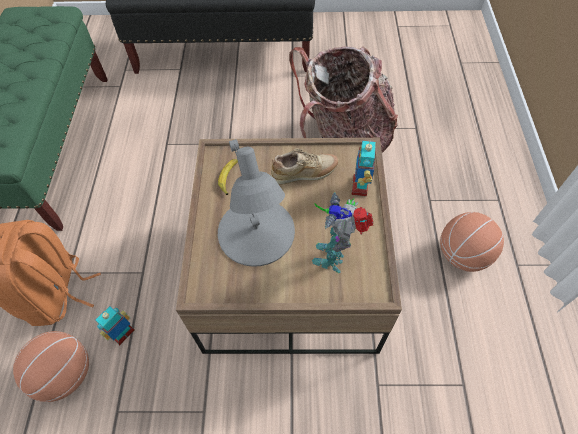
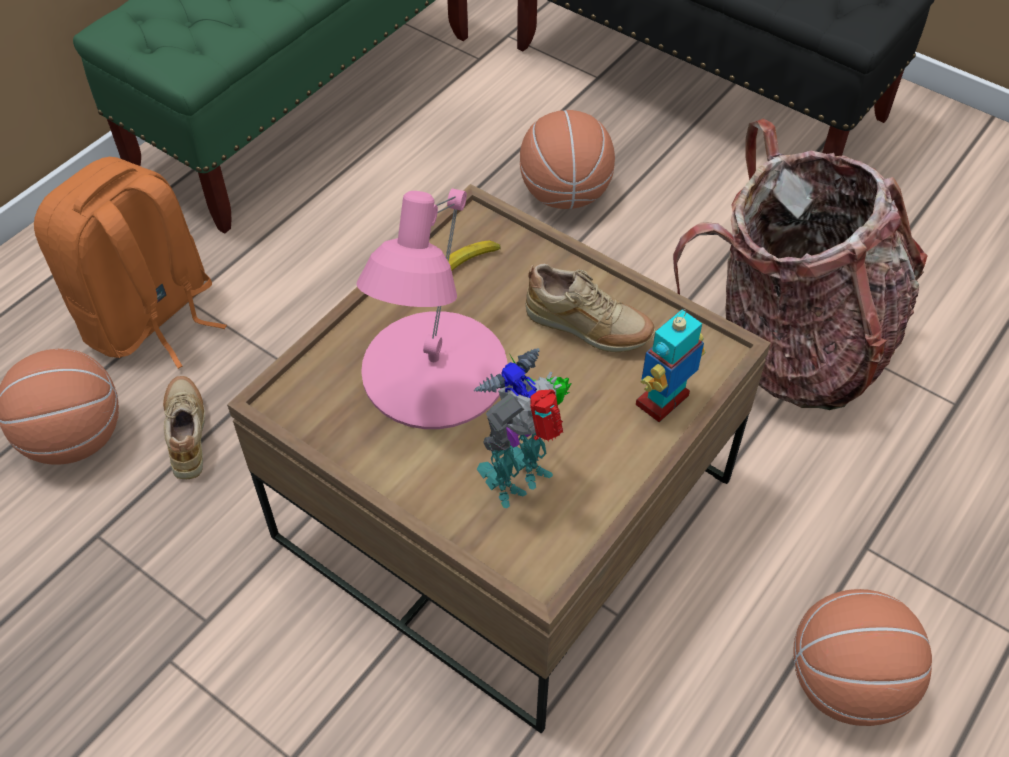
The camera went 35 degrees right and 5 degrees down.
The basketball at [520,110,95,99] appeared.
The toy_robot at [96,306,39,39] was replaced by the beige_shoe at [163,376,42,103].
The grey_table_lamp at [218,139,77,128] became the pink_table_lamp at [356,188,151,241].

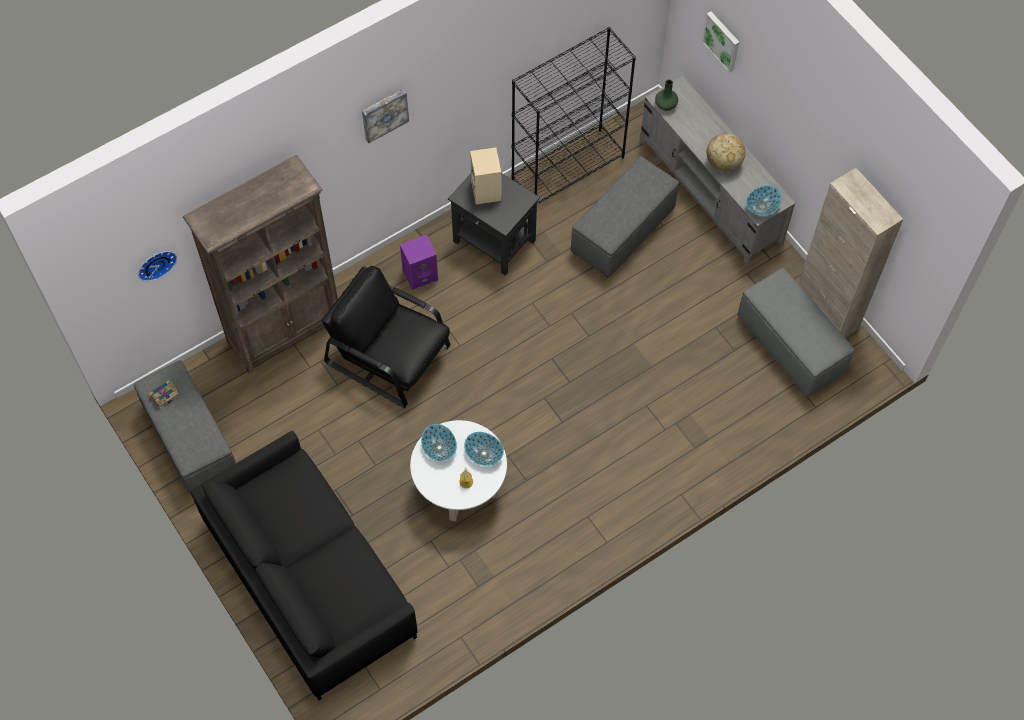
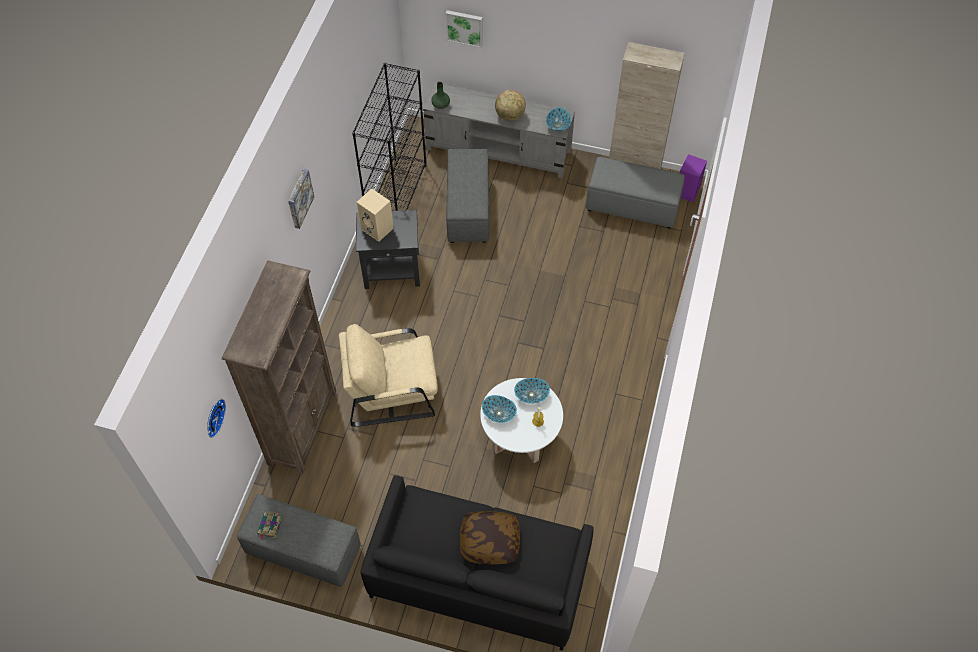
The camera went 40 degrees left and 5 degrees down.
The pillow at [460,511,60,53] appeared.
The purple_speaker moved from [400,234,38,56] to [680,154,27,48].
The black_armchair at [322,266,128,142] became the beige_armchair at [339,324,99,103].

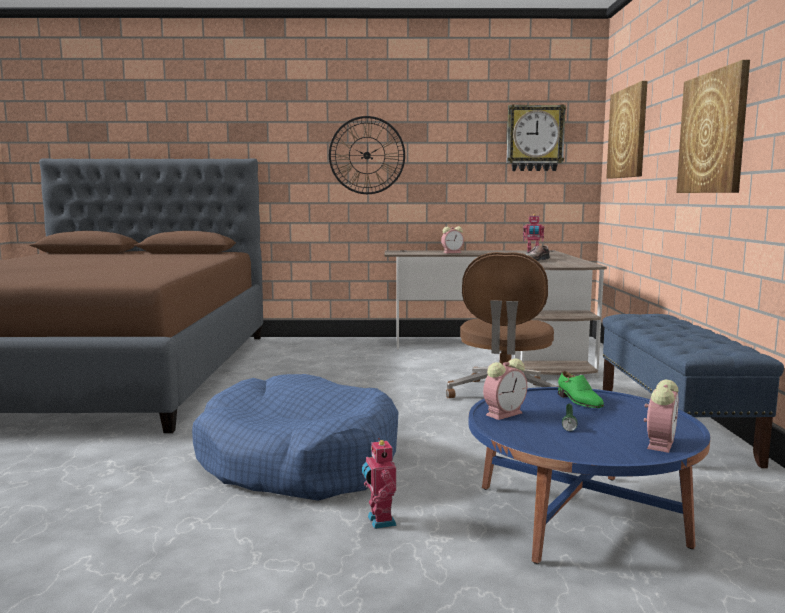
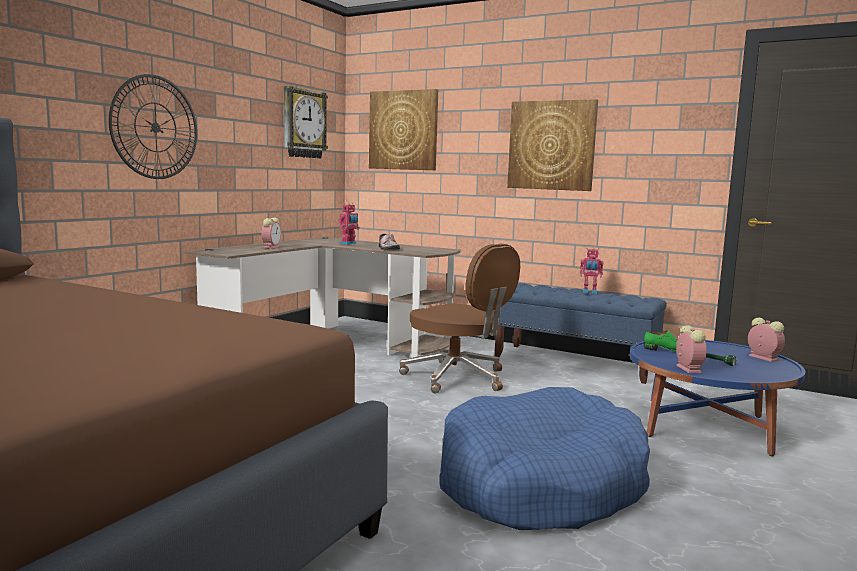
The camera went 60 degrees left and 0 degrees up.
The toy_robot moved from [362,438,35,91] to [580,247,24,46].

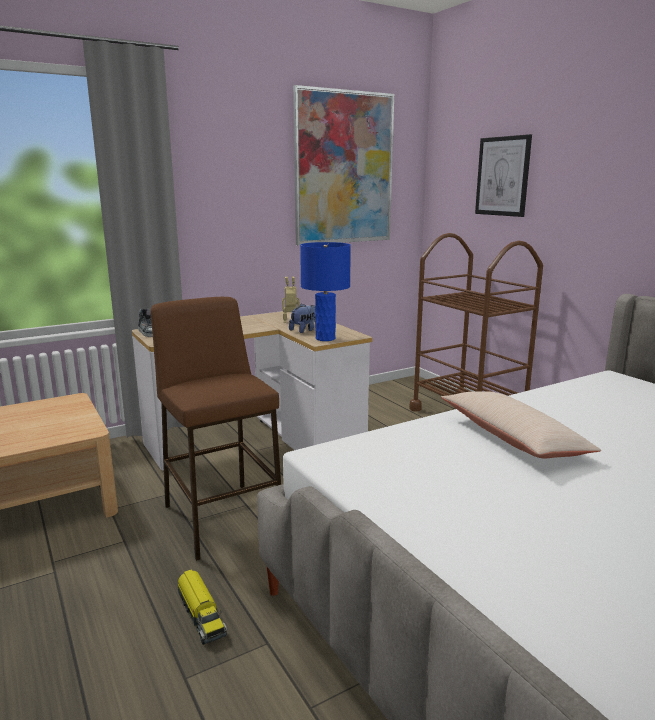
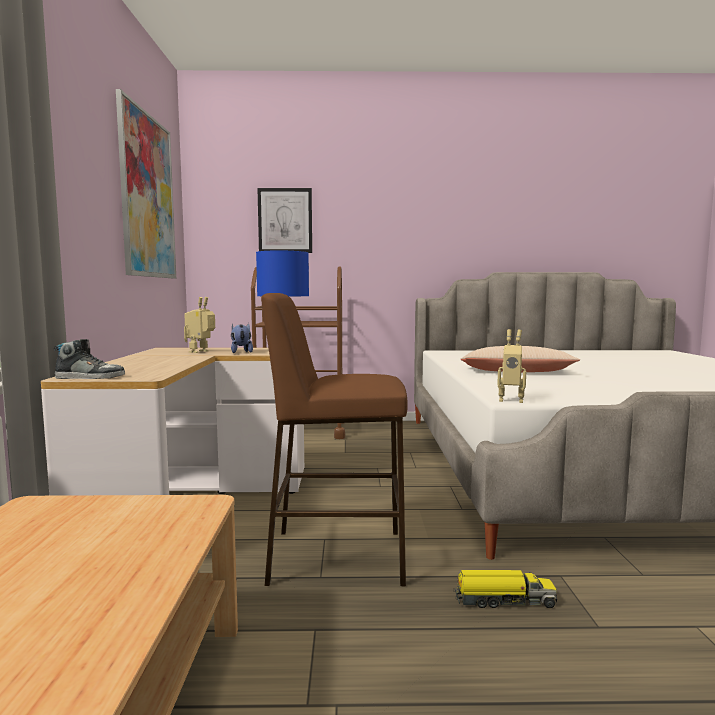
The camera went 60 degrees left and 10 degrees down.
The toy_robot at [497,329,29,74] appeared.

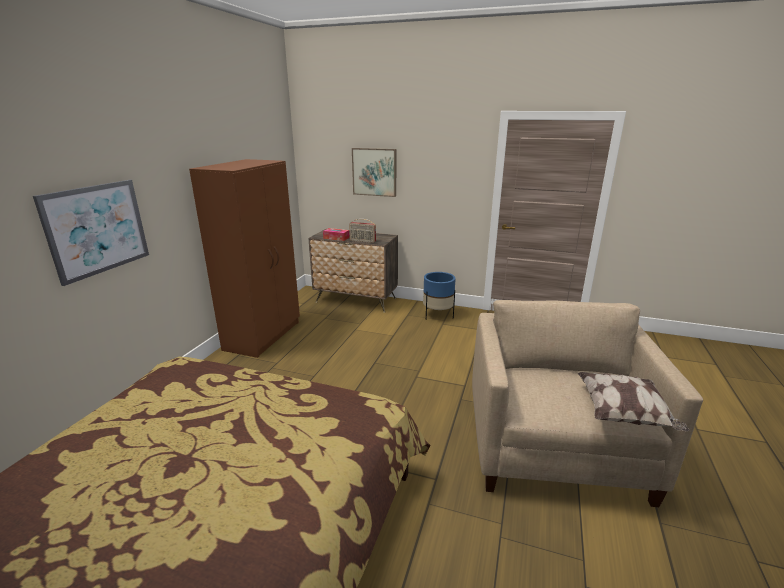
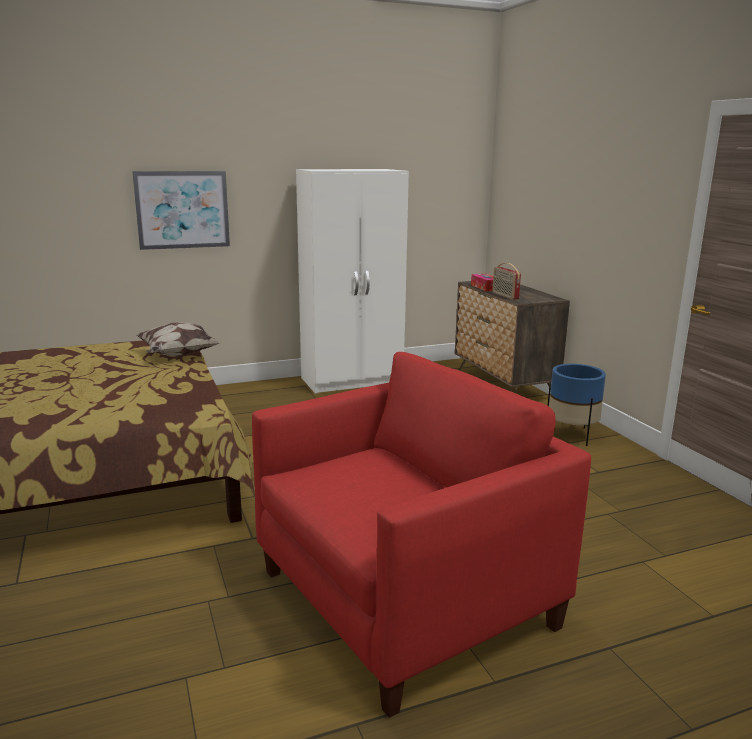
The camera went 50 degrees right and 5 degrees down.
The picture at [352,148,44,49] disappeared.
The pillow moved from [578,372,111,59] to [136,321,84,36].
The brown_wardrobe at [189,159,111,199] became the white_wardrobe at [296,169,113,224].
The beige_armchair at [472,300,231,207] became the red_armchair at [252,352,339,366].

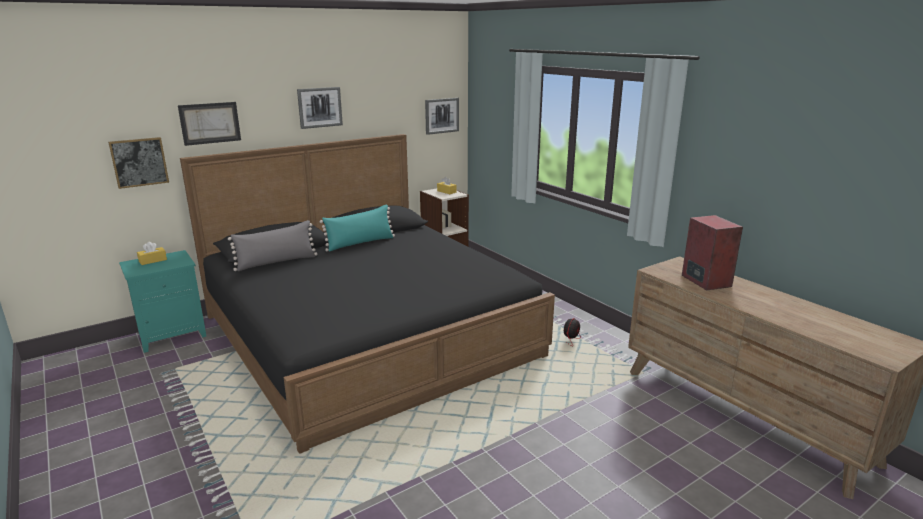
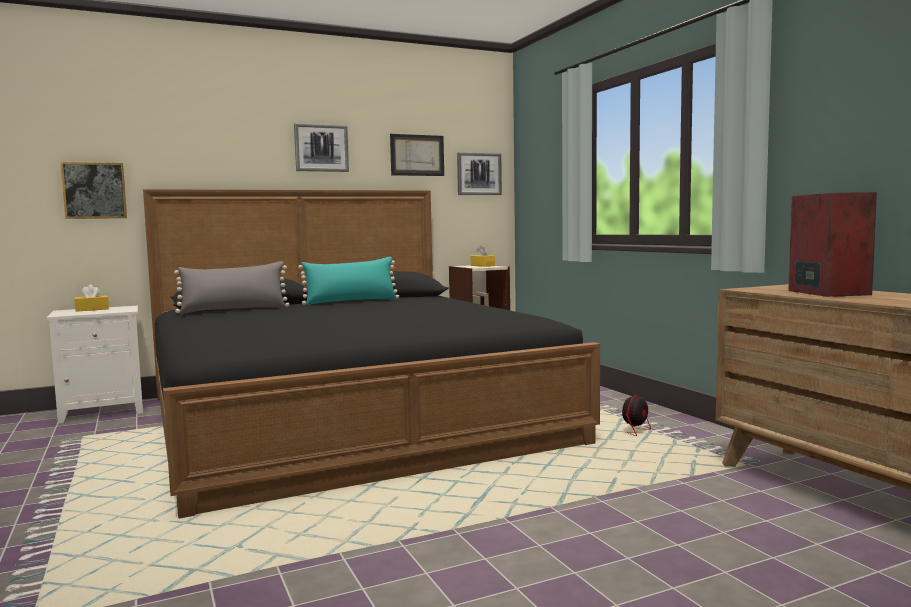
The camera went 10 degrees right and 15 degrees down.
The picture moved from [178,102,63,44] to [390,134,54,42].
The turquoise_nightstand at [119,250,88,103] became the white_nightstand at [46,306,97,117].

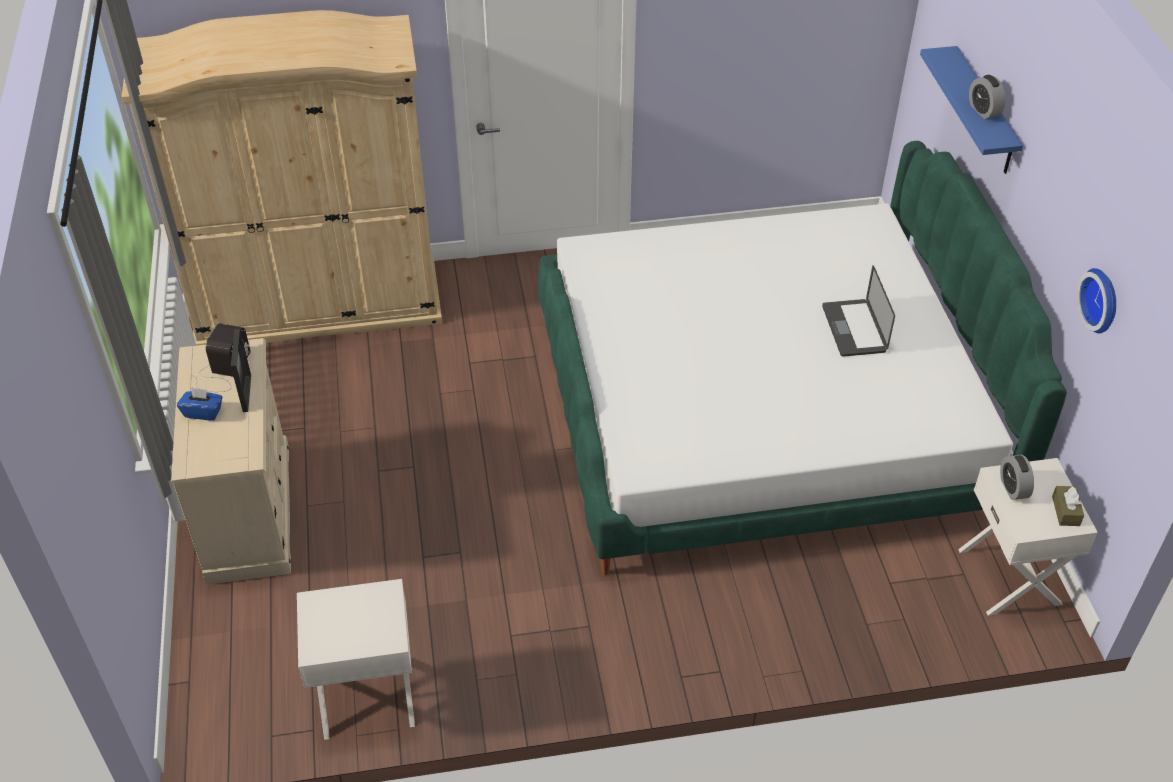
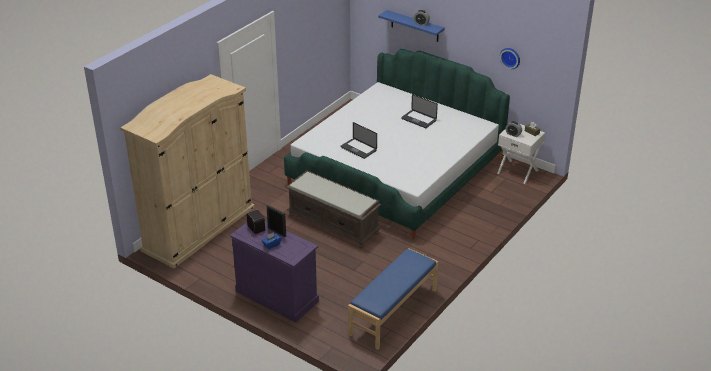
The camera went 45 degrees left and 10 degrees down.
The brown_bench at [286,171,95,77] appeared.
The laptop at [341,122,36,37] appeared.
The white_nightstand at [297,579,118,161] was replaced by the blue_bench at [348,248,90,102].
The beige_dresser at [171,338,120,247] became the purple_dresser at [230,221,89,101].

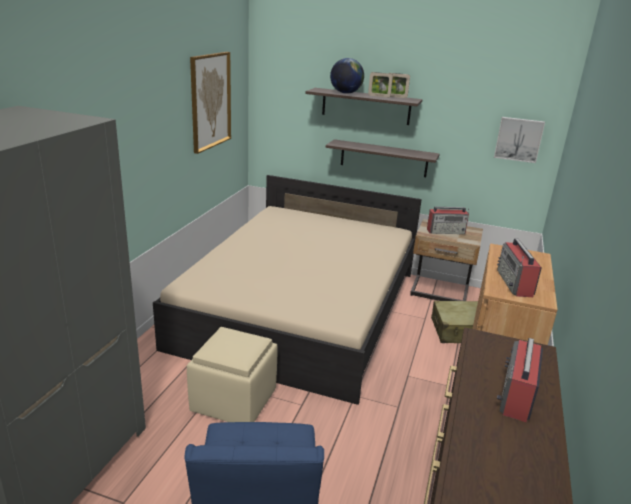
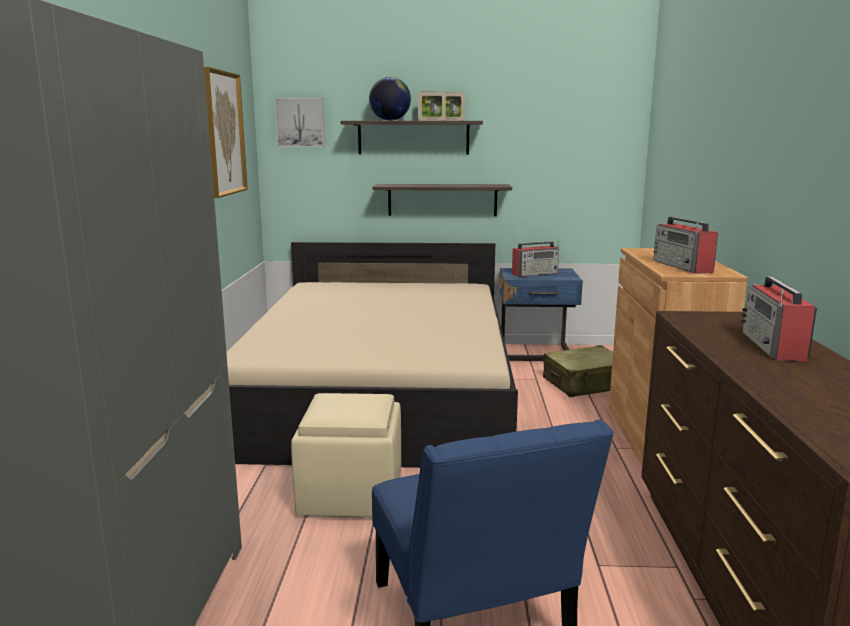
The camera went 15 degrees left and 10 degrees down.
The picture moved from [494,117,51,46] to [275,98,50,49].
The beige_nightstand at [410,219,73,82] became the blue_nightstand at [499,268,84,93].

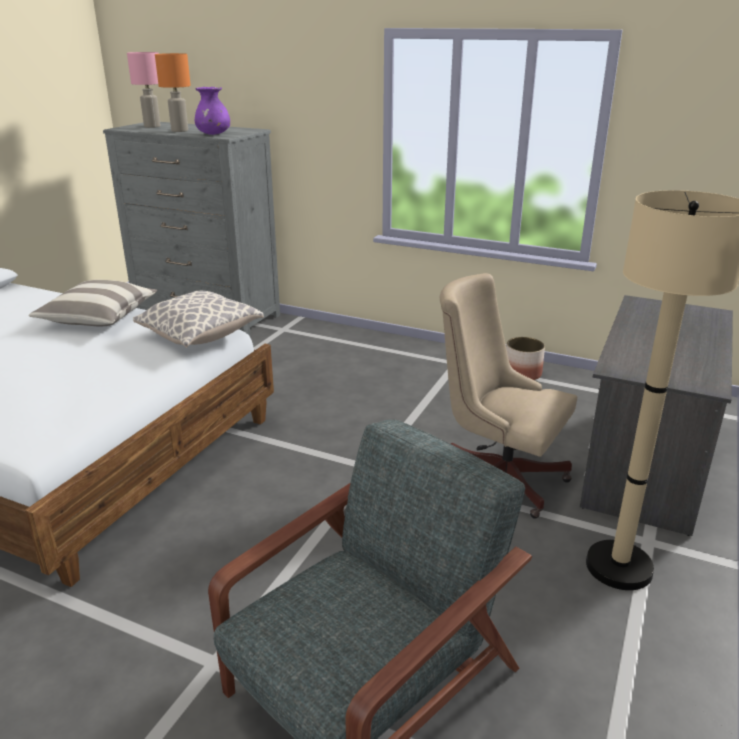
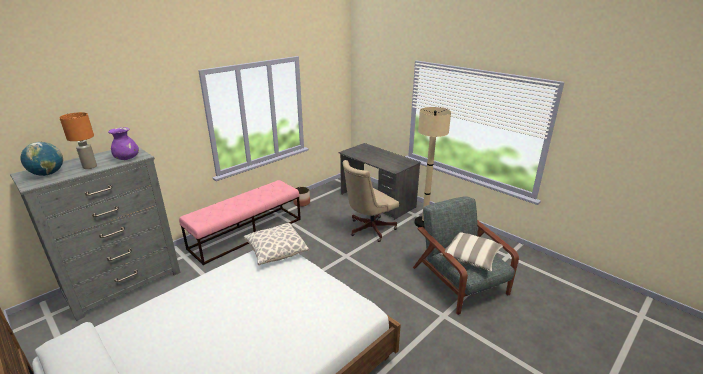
The camera went 70 degrees left and 0 degrees up.
The pink_bench at [179,180,122,85] appeared.
The pillow moved from [28,280,129,47] to [439,232,64,39].
The pink_table_lamp at [127,52,34,76] was replaced by the globe at [21,142,42,34].

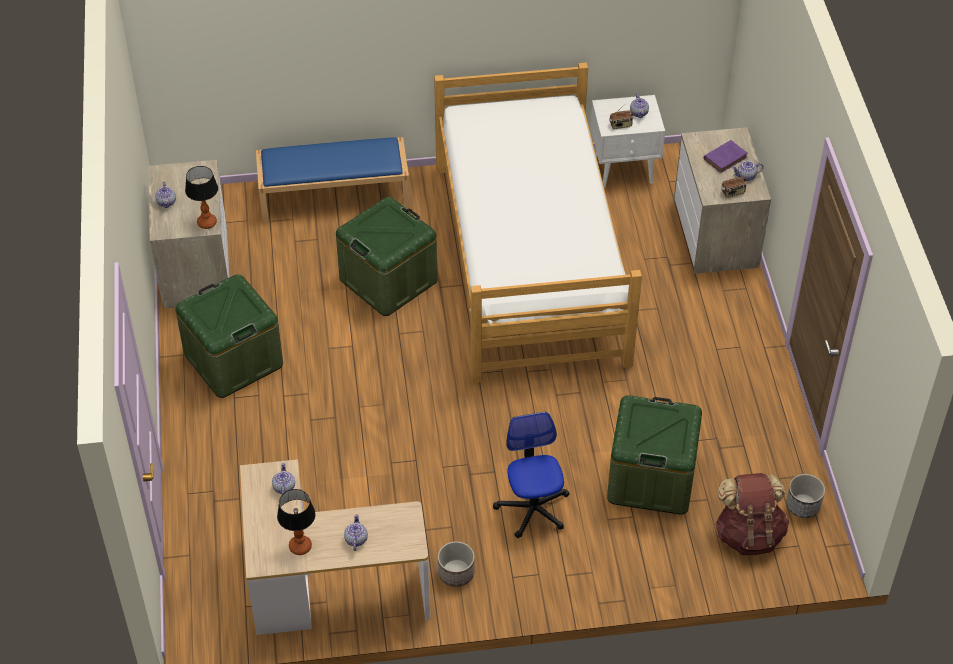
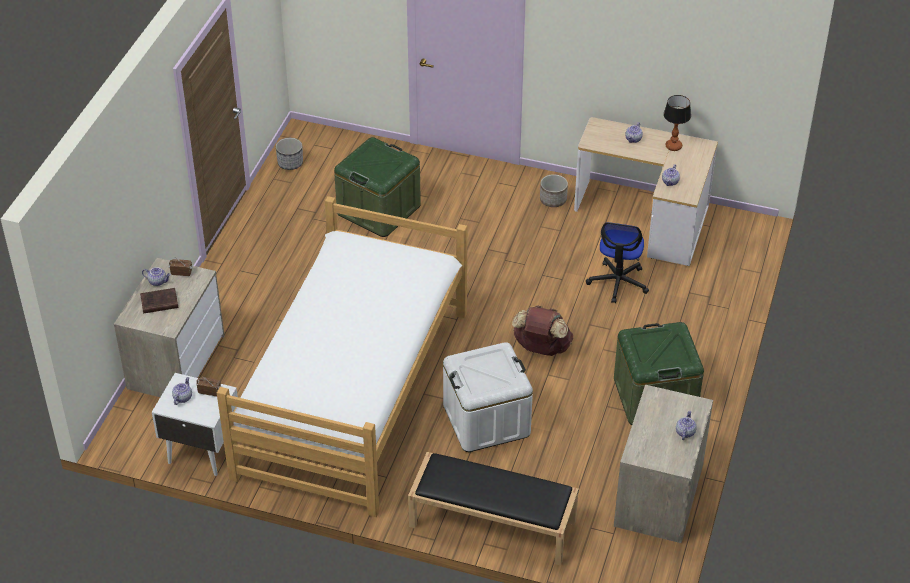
The camera went 155 degrees left and 5 degrees down.
The table_lamp at [185,166,33,63] disappeared.
The office_chair moved from [493,412,77,126] to [586,222,63,81].
The brown_backpack moved from [715,473,74,82] to [512,306,61,50].
The blue_bench at [256,137,154,85] became the black_bench at [408,452,171,114].
The green_storage_box at [336,197,102,119] became the white_storage_box at [443,342,90,110].
The purple_book at [704,140,44,33] became the brown_book at [140,288,38,26].

